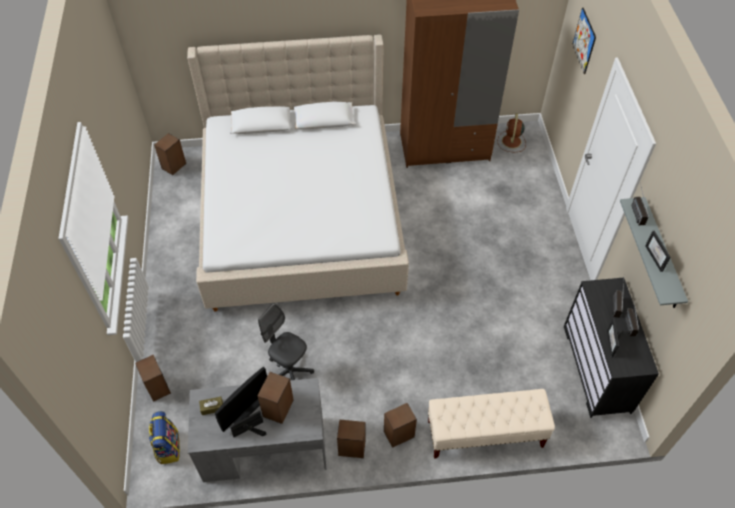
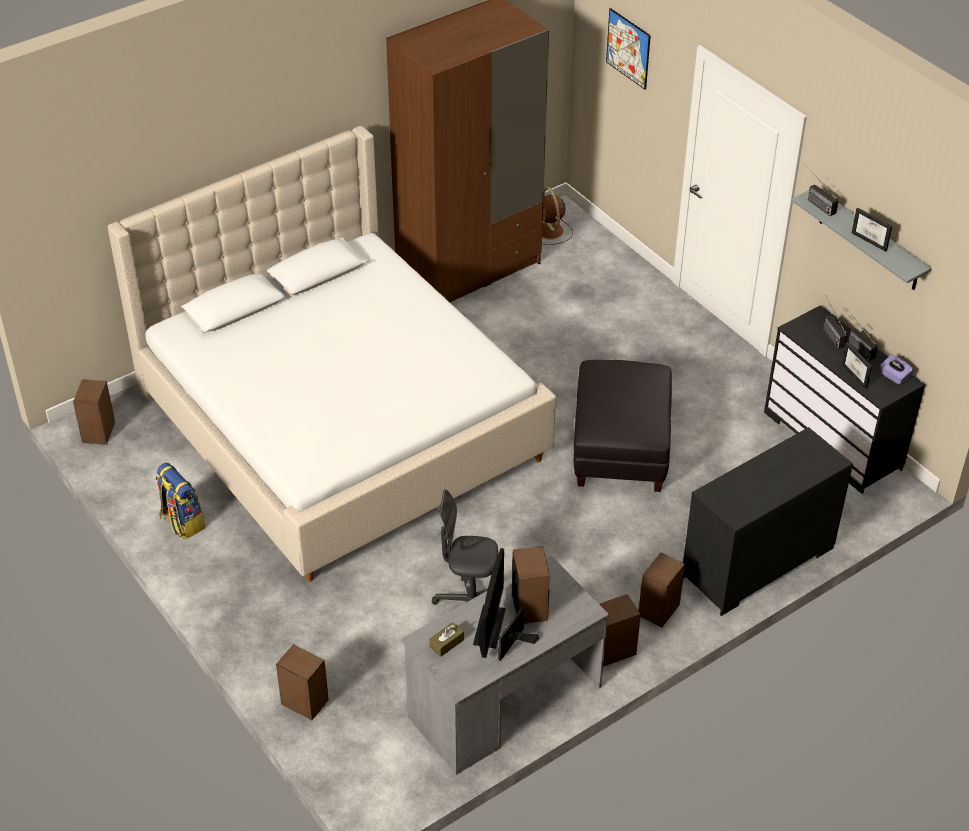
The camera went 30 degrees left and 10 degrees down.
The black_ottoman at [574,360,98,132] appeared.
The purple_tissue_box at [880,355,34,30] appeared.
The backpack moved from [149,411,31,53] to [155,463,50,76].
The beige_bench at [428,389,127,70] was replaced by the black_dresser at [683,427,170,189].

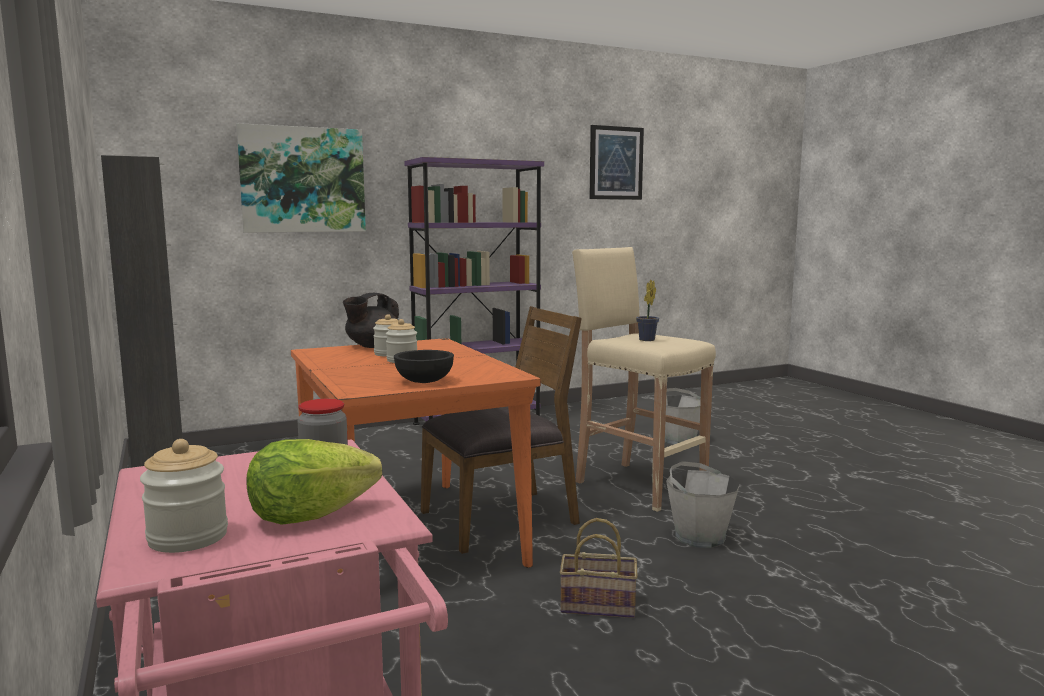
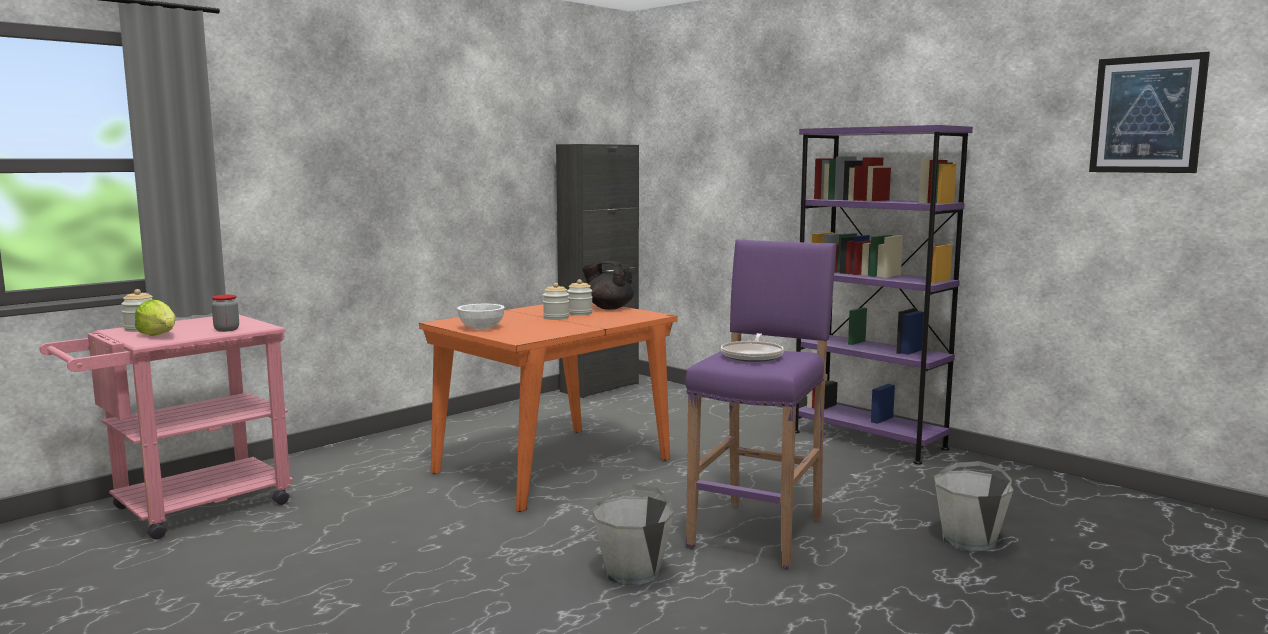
The camera went 70 degrees right and 0 degrees up.
The picture at [236,123,130,109] disappeared.
The brown_chair at [421,306,161,248] disappeared.
The basket at [560,518,78,100] disappeared.
The potted_plant at [636,280,23,61] was replaced by the frying_pan at [721,333,63,29].
The black_bowl at [394,350,60,33] became the white_bowl at [457,304,48,25].
The beige_stool at [572,247,144,265] became the purple_stool at [686,239,151,330].

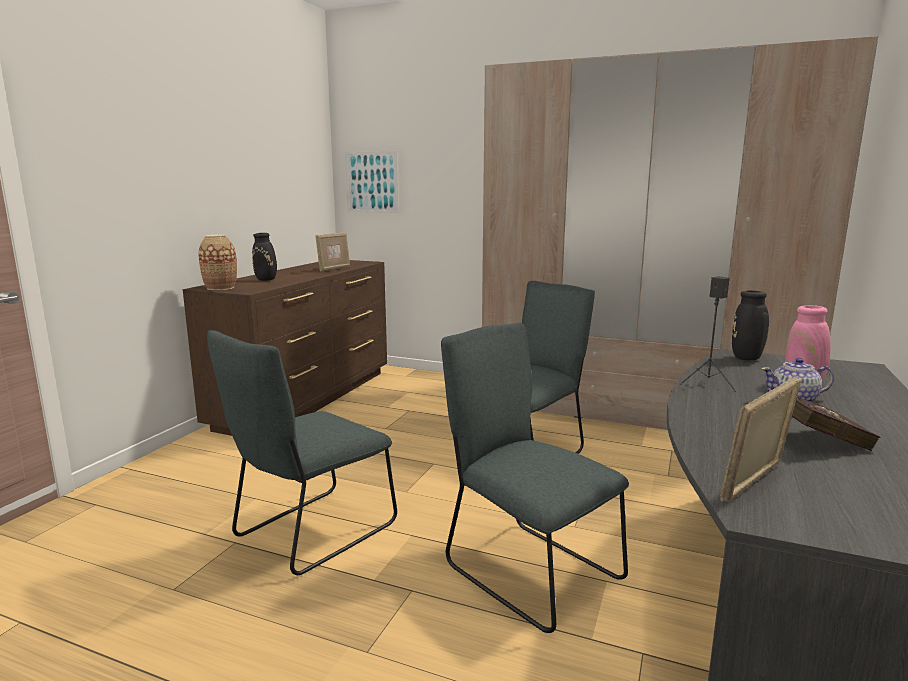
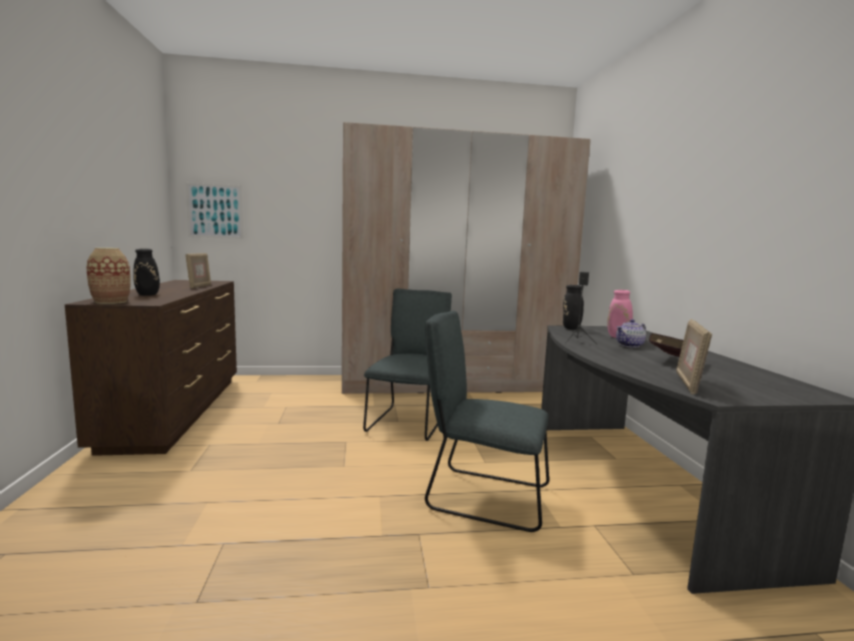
The camera went 30 degrees left and 5 degrees down.
The grey_chair at [207,330,190,245] disappeared.

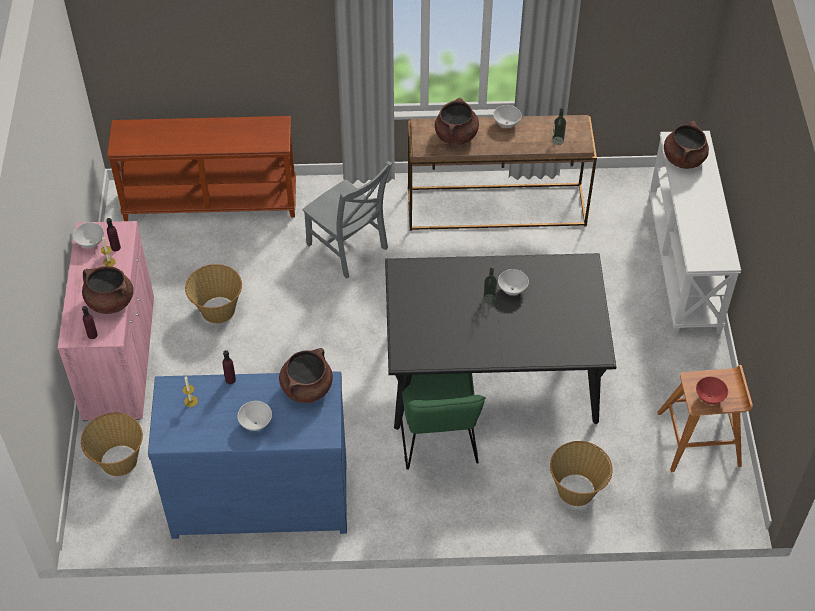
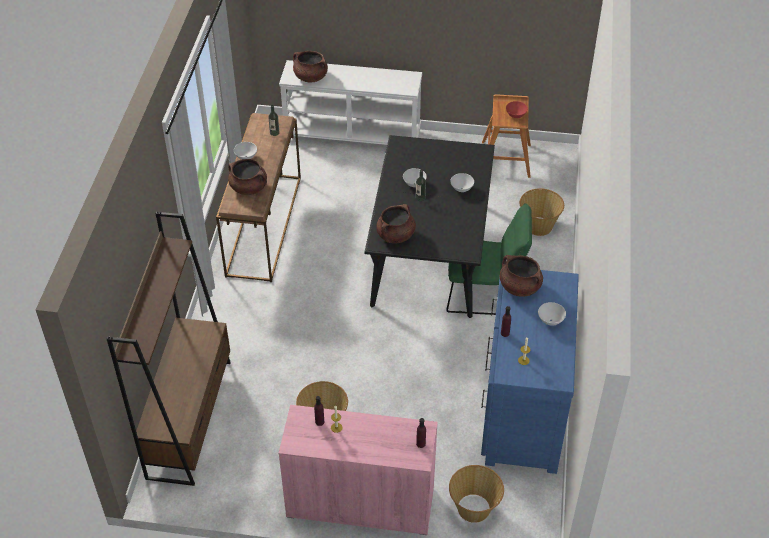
The camera went 80 degrees left and 5 degrees down.
The grey_chair at [302,161,90,117] disappeared.
The white_bowl moved from [73,222,31,26] to [450,173,24,19].
The brown_cooking_pot moved from [82,266,51,48] to [376,204,40,39].
The brown_console_table at [107,116,189,105] was replaced by the brown_bookcase at [106,212,125,274].

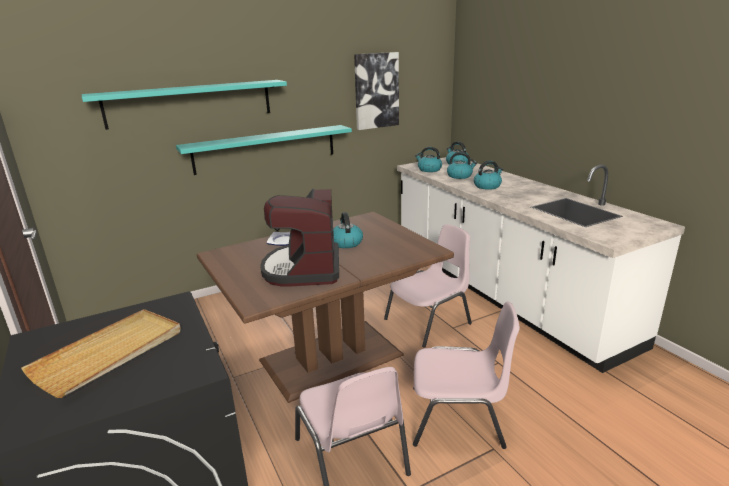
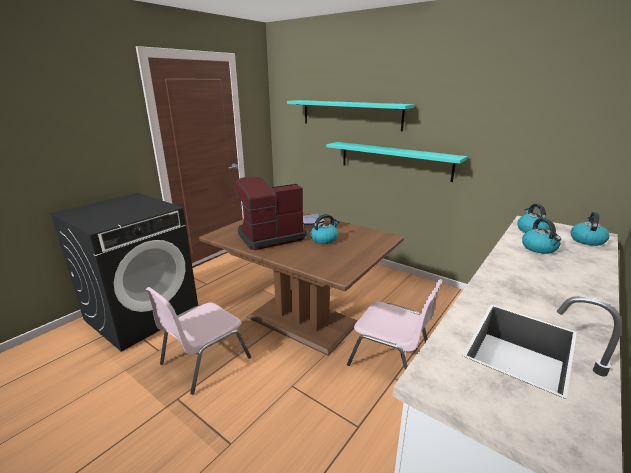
The camera went 65 degrees right and 0 degrees up.
The beige_tray at [21,309,160,89] disappeared.
The picture at [354,52,45,78] disappeared.
The pink_chair at [413,301,107,148] disappeared.
The kettle at [474,160,29,30] disappeared.

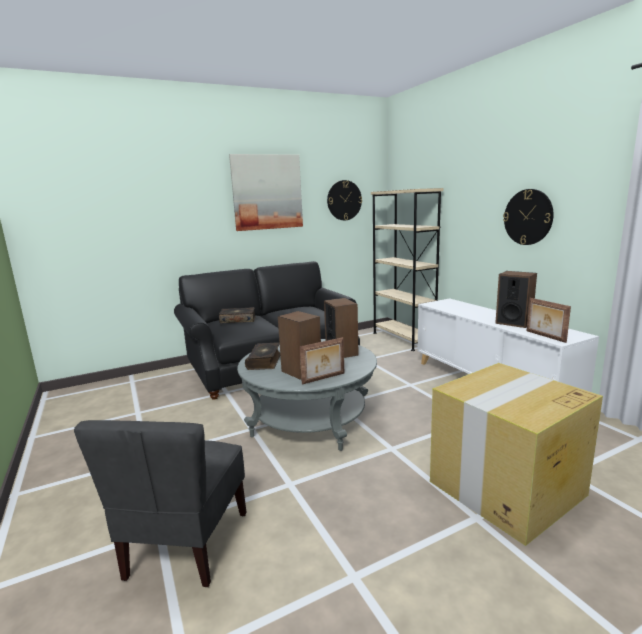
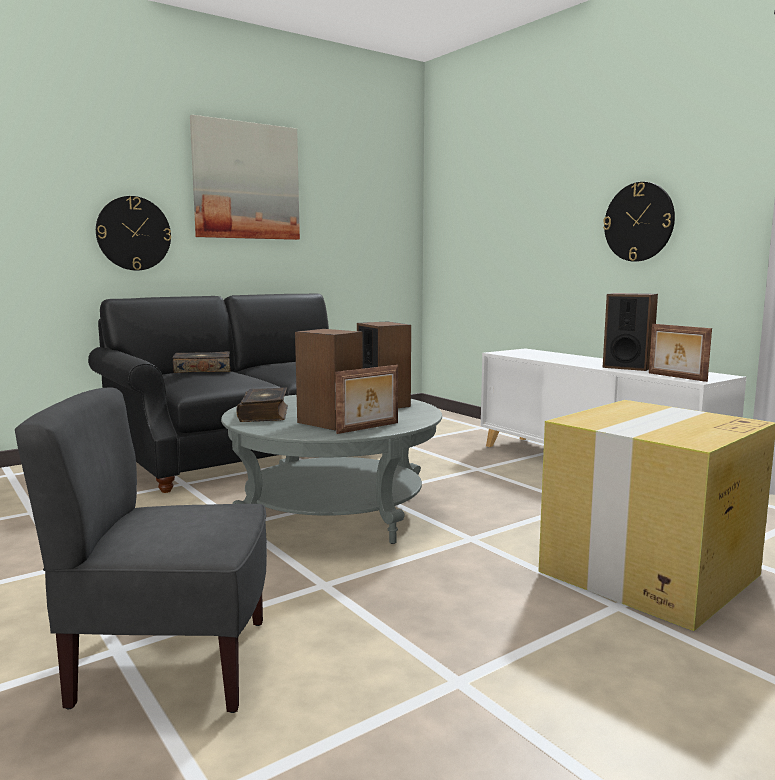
The camera went 10 degrees left and 5 degrees down.
The beige_bookcase at [371,188,72,163] disappeared.
The wall_clock moved from [327,180,35,40] to [96,196,75,74].
The grey_chair at [74,420,173,167] turned 90 degrees clockwise.

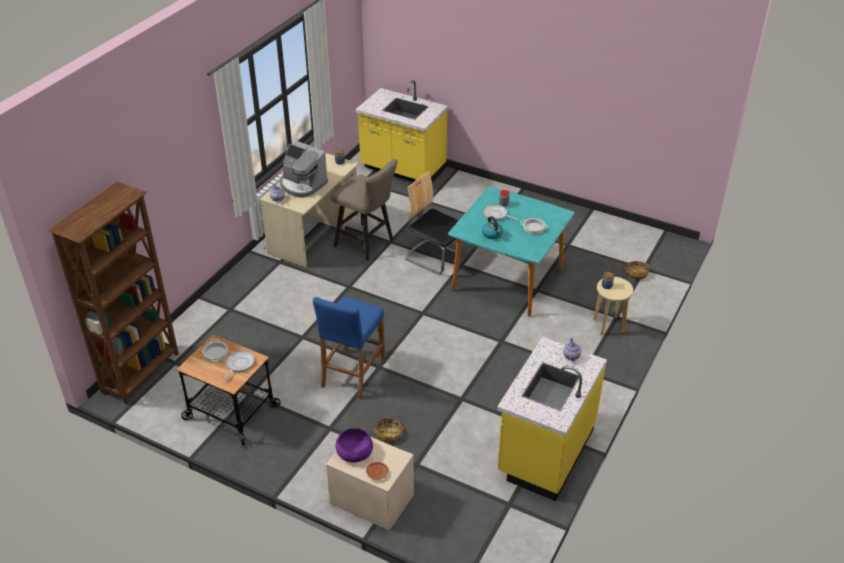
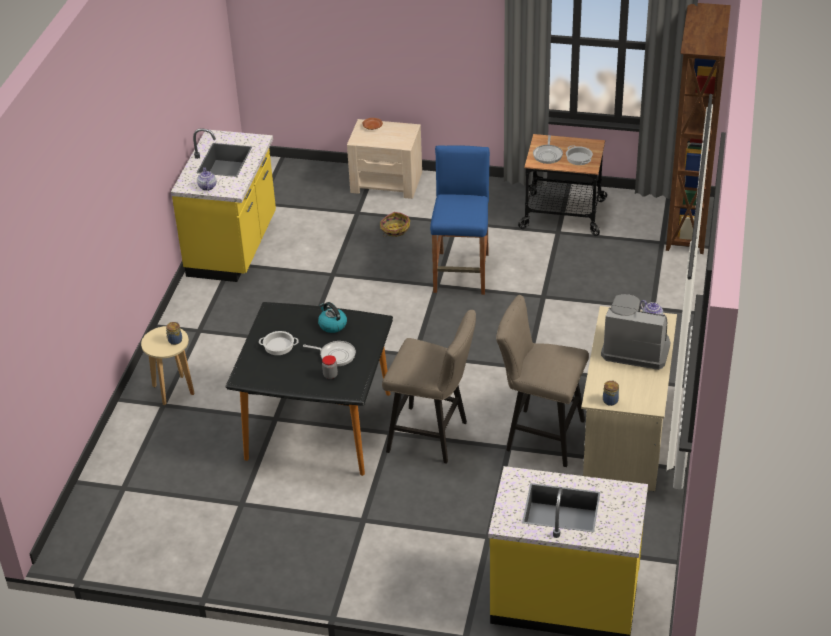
The camera went 165 degrees right and 0 degrees up.
The purple_bowl at [335,428,38,35] disappeared.
The basket at [622,261,27,19] disappeared.
The chair at [404,171,62,104] was replaced by the beige_stool at [382,310,94,154].
The turquoise_dining_table at [448,187,127,129] became the black_dining_table at [225,302,168,174].

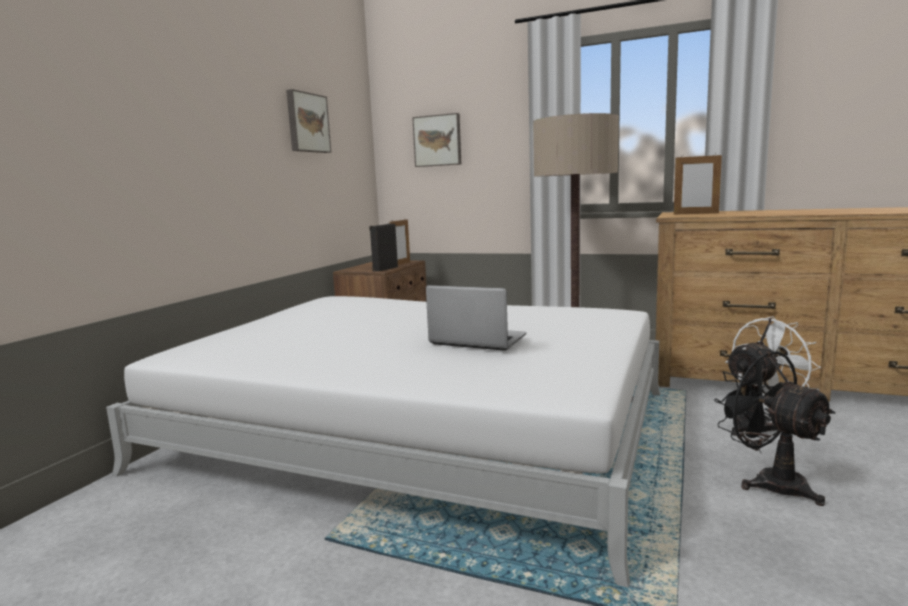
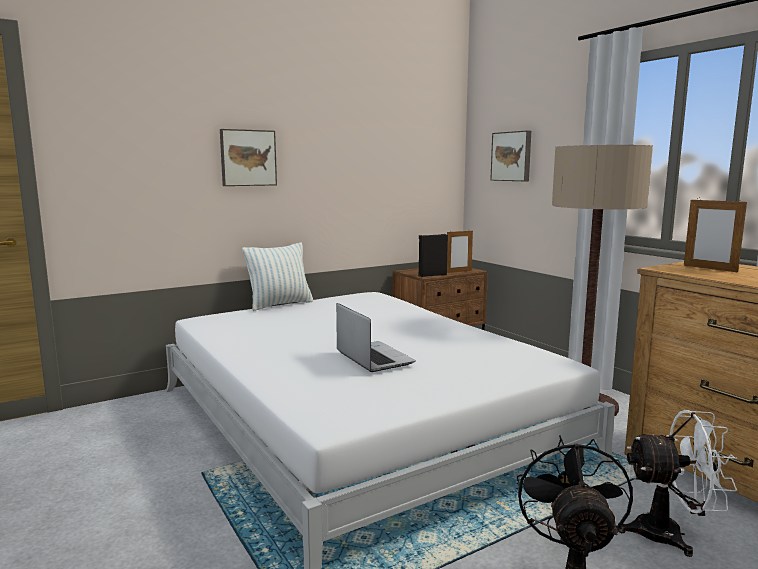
The camera went 35 degrees right and 0 degrees up.
The pillow at [242,243,71,68] appeared.
The picture moved from [286,89,45,64] to [220,129,57,57].

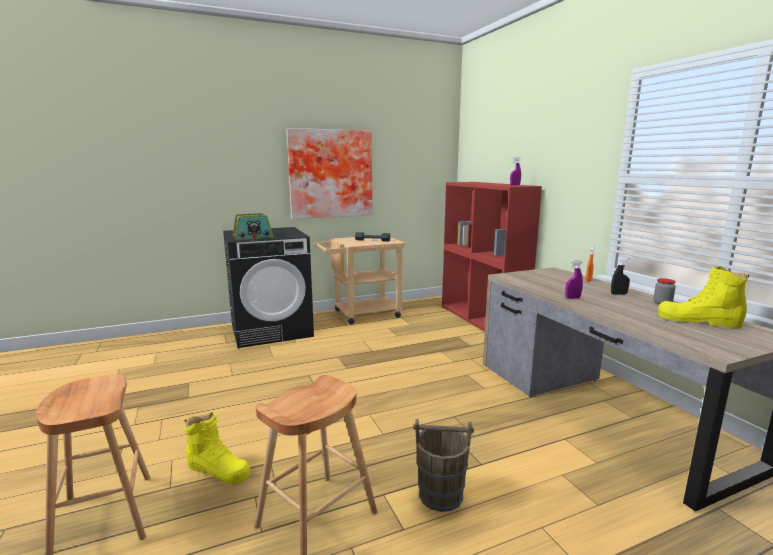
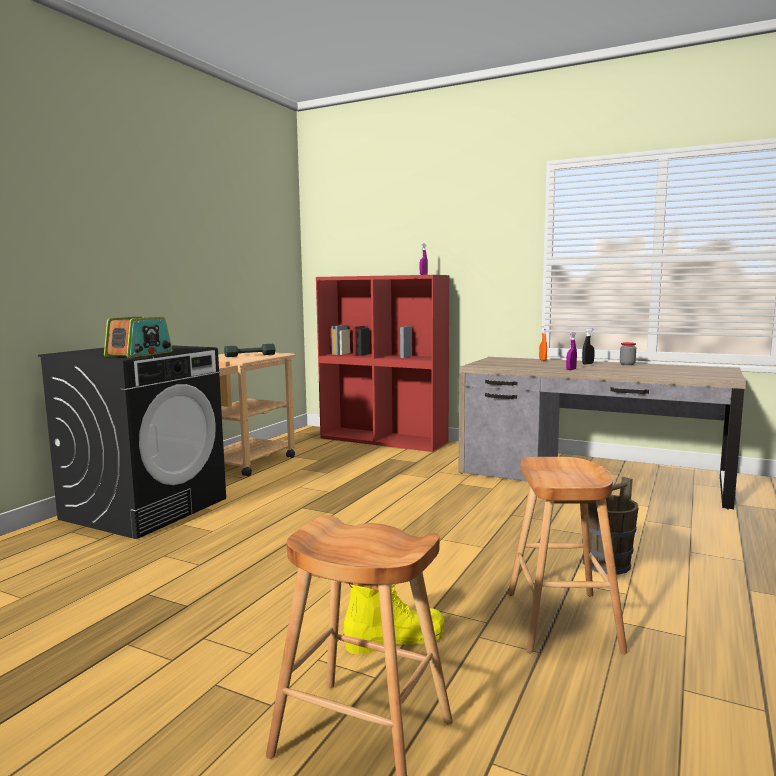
The camera went 40 degrees left and 5 degrees down.
The picture at [286,128,86,91] disappeared.
The yellow_boot at [658,266,91,62] disappeared.

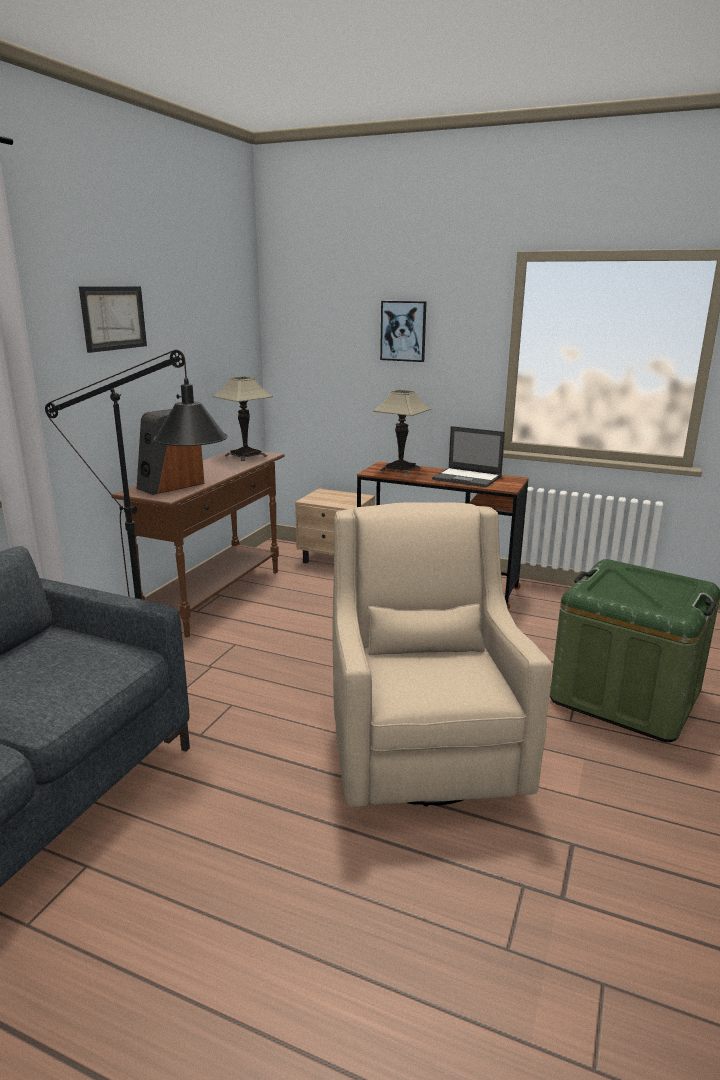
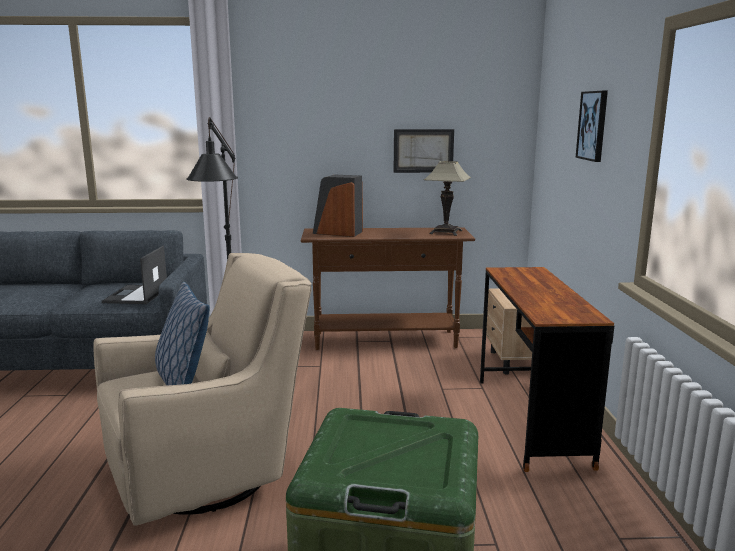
The camera went 65 degrees right and 5 degrees down.
The table_lamp at [373,390,58,85] disappeared.
The pillow at [155,282,55,104] appeared.
The picture moved from [79,286,68,67] to [394,129,60,44].
The laptop moved from [432,426,73,62] to [102,246,65,58].

